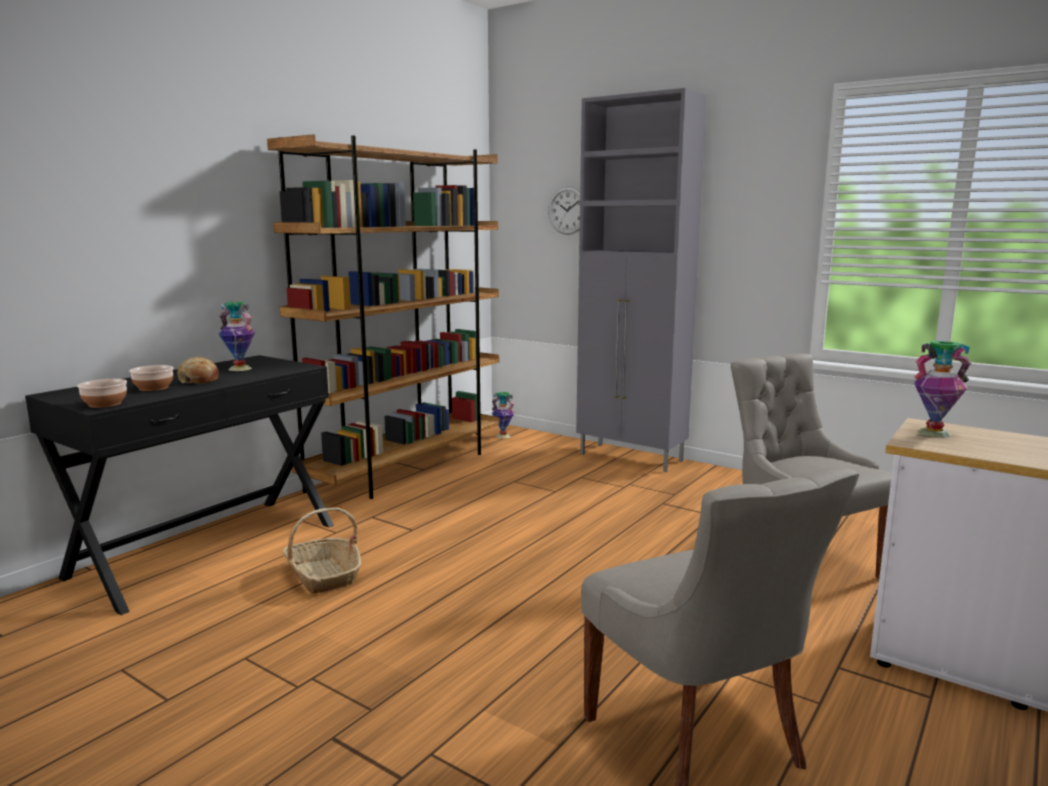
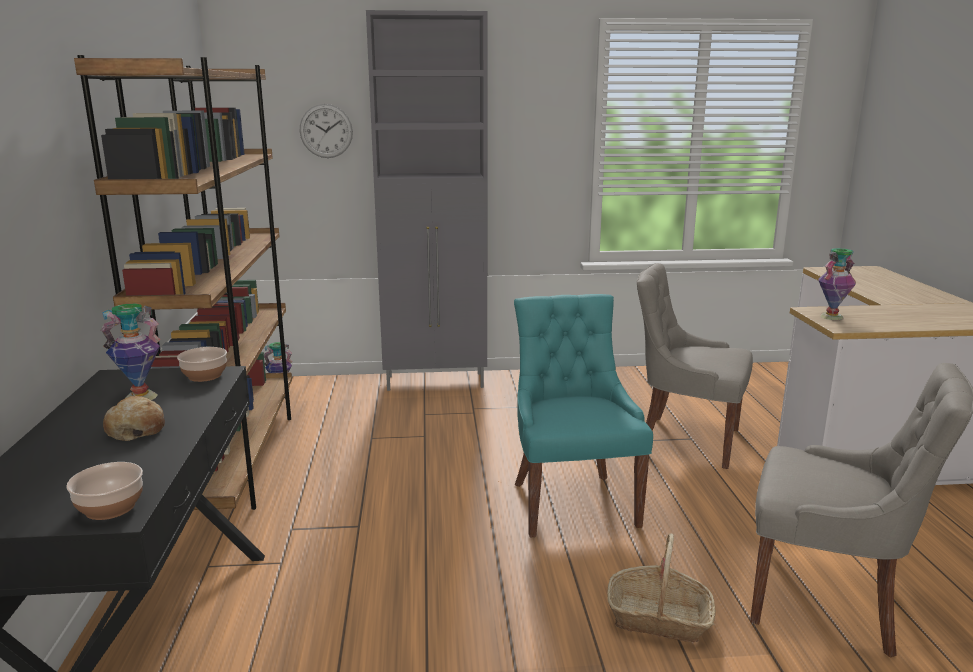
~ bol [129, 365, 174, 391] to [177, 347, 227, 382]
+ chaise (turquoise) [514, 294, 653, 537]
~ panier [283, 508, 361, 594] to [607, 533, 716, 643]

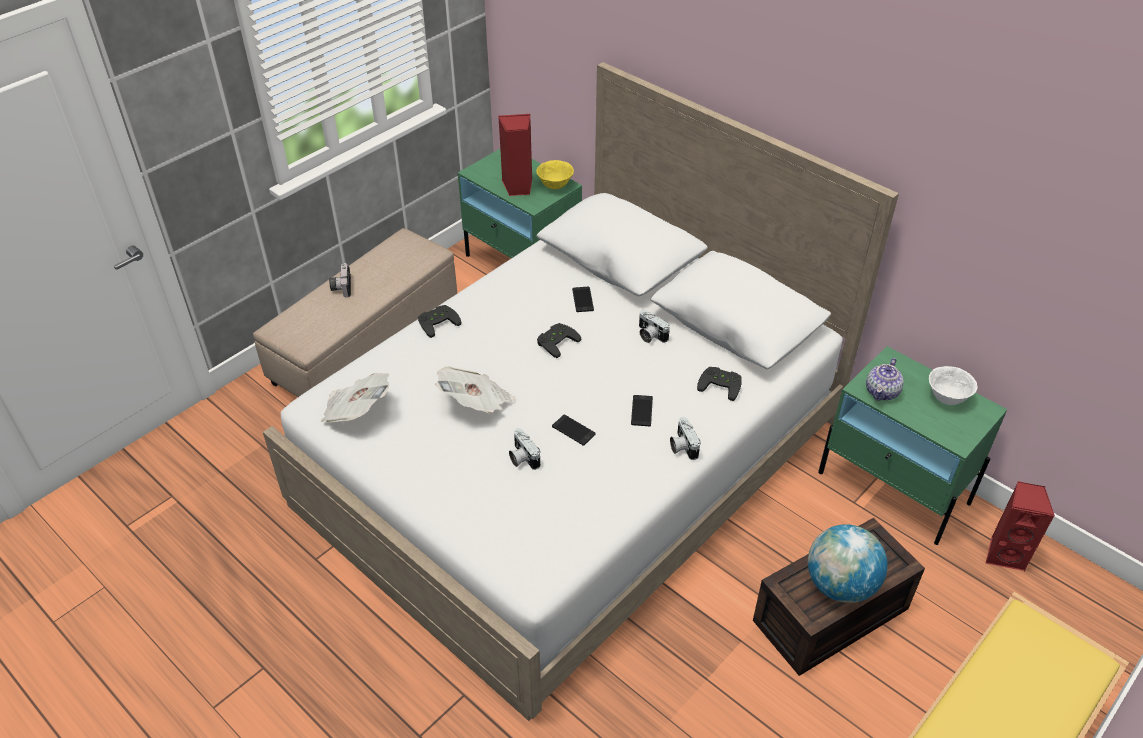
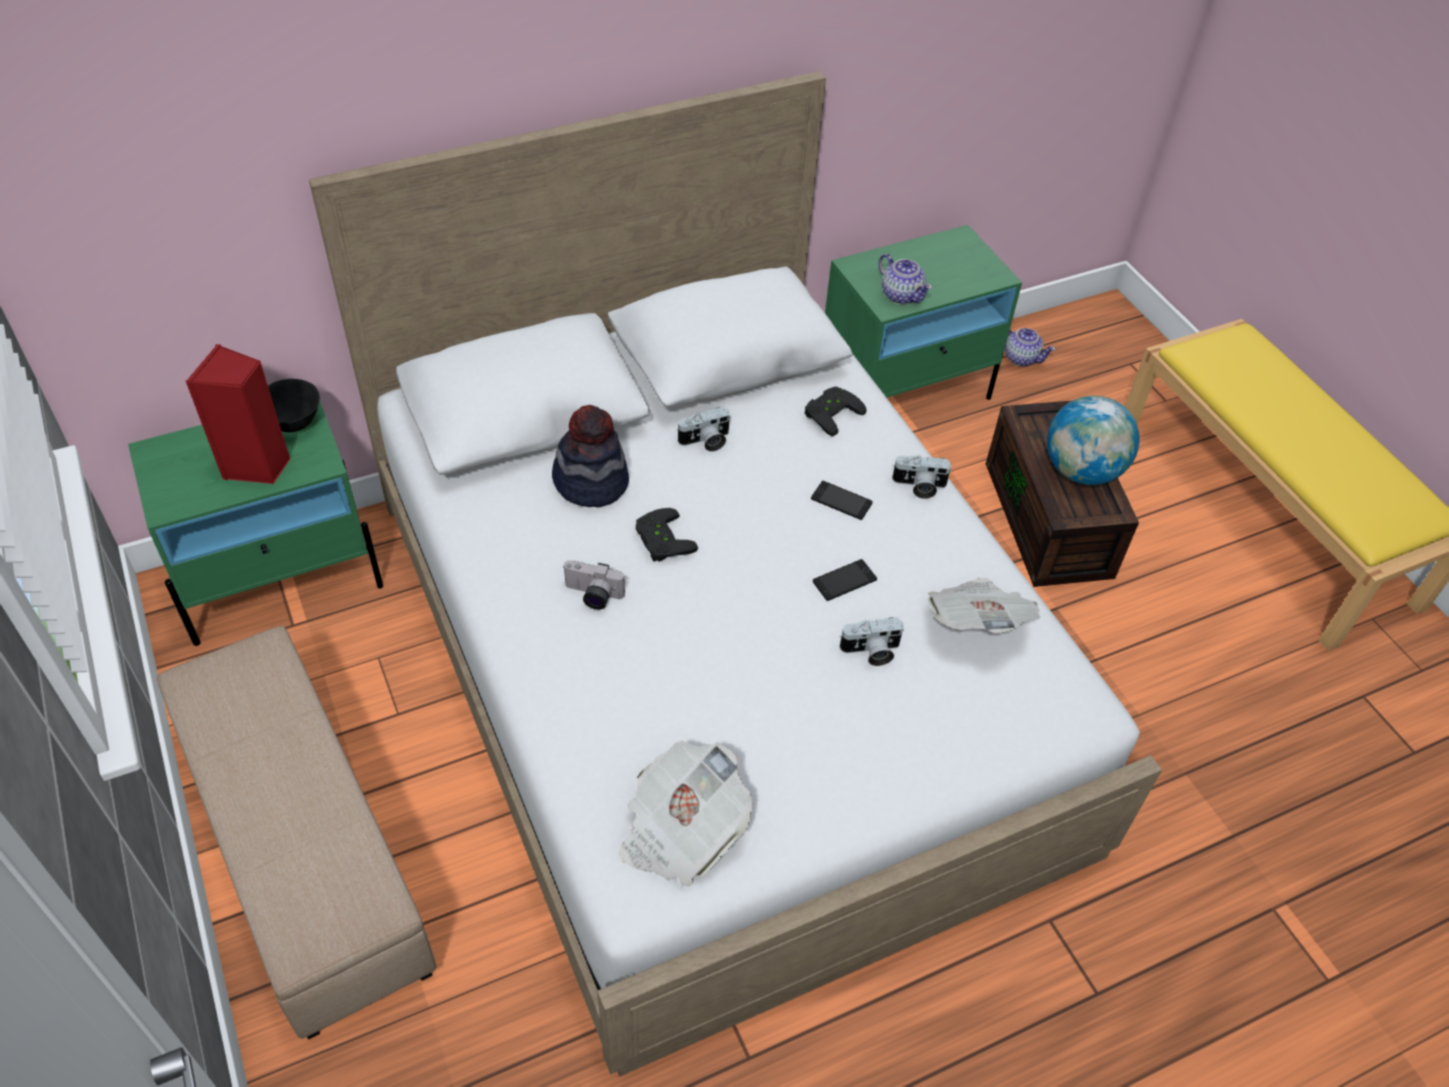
~ bol (jaune) [536, 160, 574, 189] to bol (noir) [268, 379, 320, 432]
~ téléphone [572, 287, 594, 312] to chapeau [552, 405, 629, 508]
~ appareil photo [329, 263, 351, 297] to [562, 560, 625, 610]
~ journal [435, 366, 515, 413] to [928, 578, 1041, 634]
~ enceinte (rouge) [986, 481, 1055, 571] to théière [1005, 328, 1056, 366]
- manette (noir) [418, 305, 462, 338]
- bol (blanc) [929, 366, 978, 405]

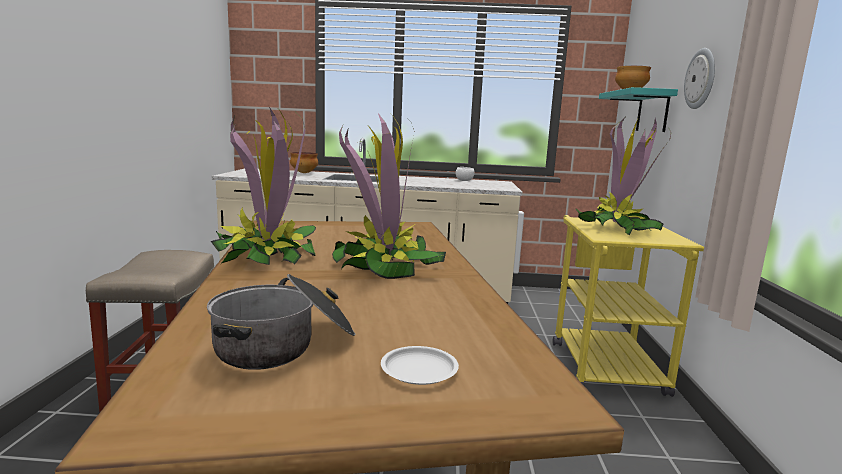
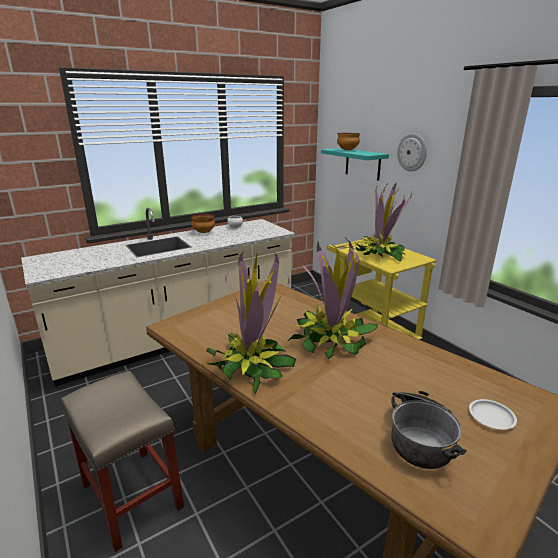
~ bol [290, 152, 318, 173] to [191, 214, 215, 233]

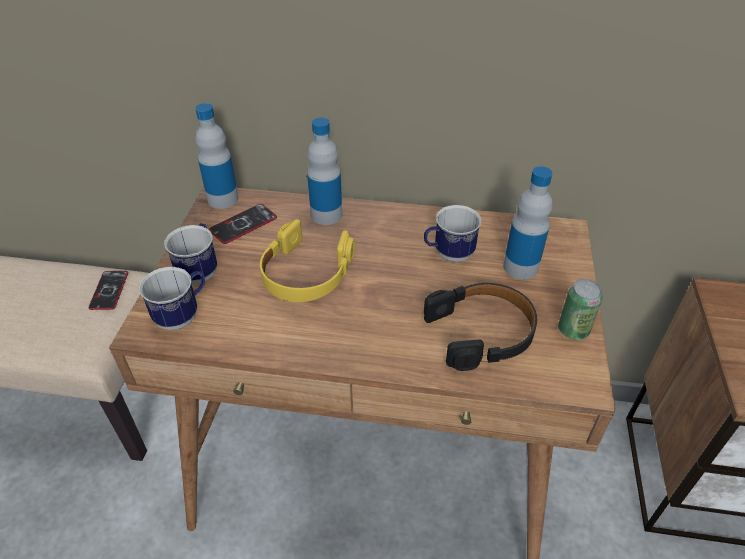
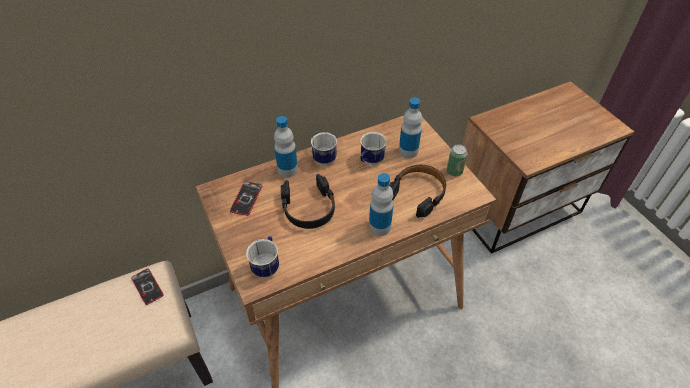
~ casque audio (jaune) [260, 219, 355, 302] to casque audio (noir) [281, 174, 335, 229]
~ mug [164, 223, 217, 284] to [311, 132, 337, 166]
~ bouteille [195, 103, 239, 209] to [369, 173, 393, 236]

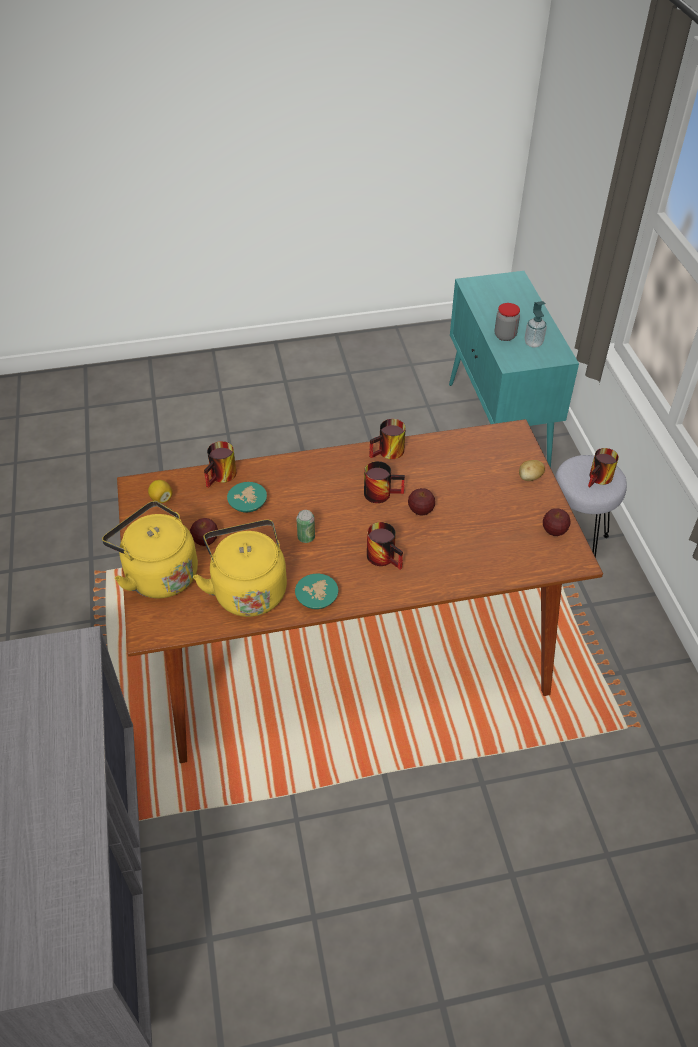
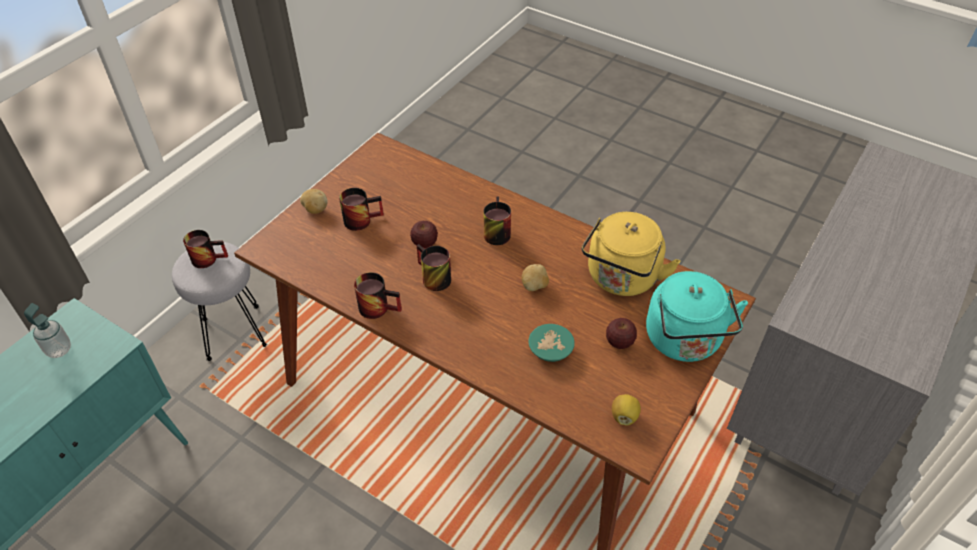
~ mug [204, 441, 236, 488] to [339, 188, 384, 231]
~ boîte métallique [296, 510, 315, 543] to pomme de terre [522, 264, 549, 291]
~ bouilloire (jaune) [102, 501, 198, 598] to bouilloire (turquoise) [646, 271, 748, 362]
- bol (turquoise) [295, 574, 338, 609]
- bocal [495, 303, 520, 341]
- pomme [543, 508, 571, 536]

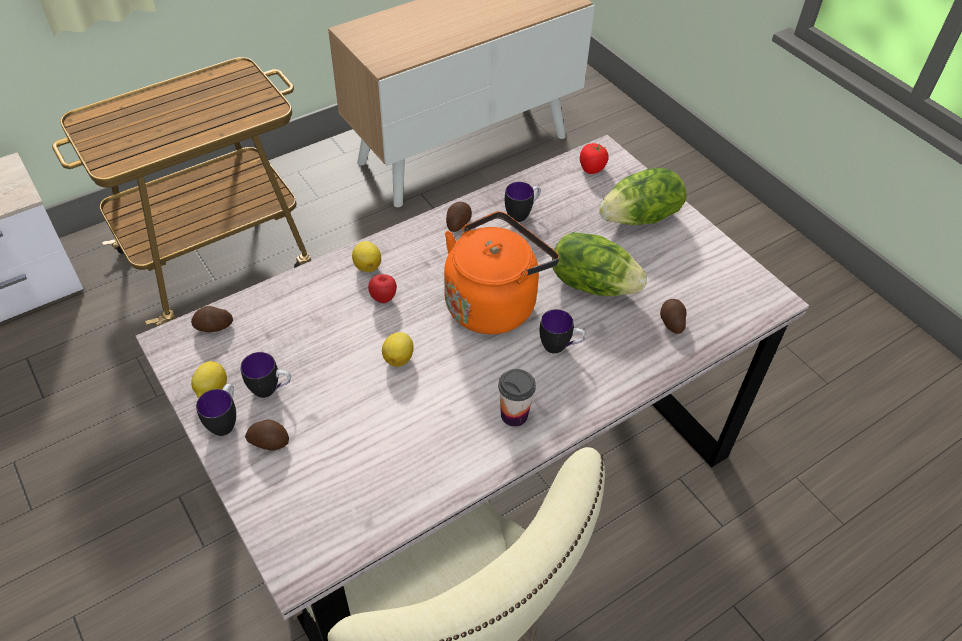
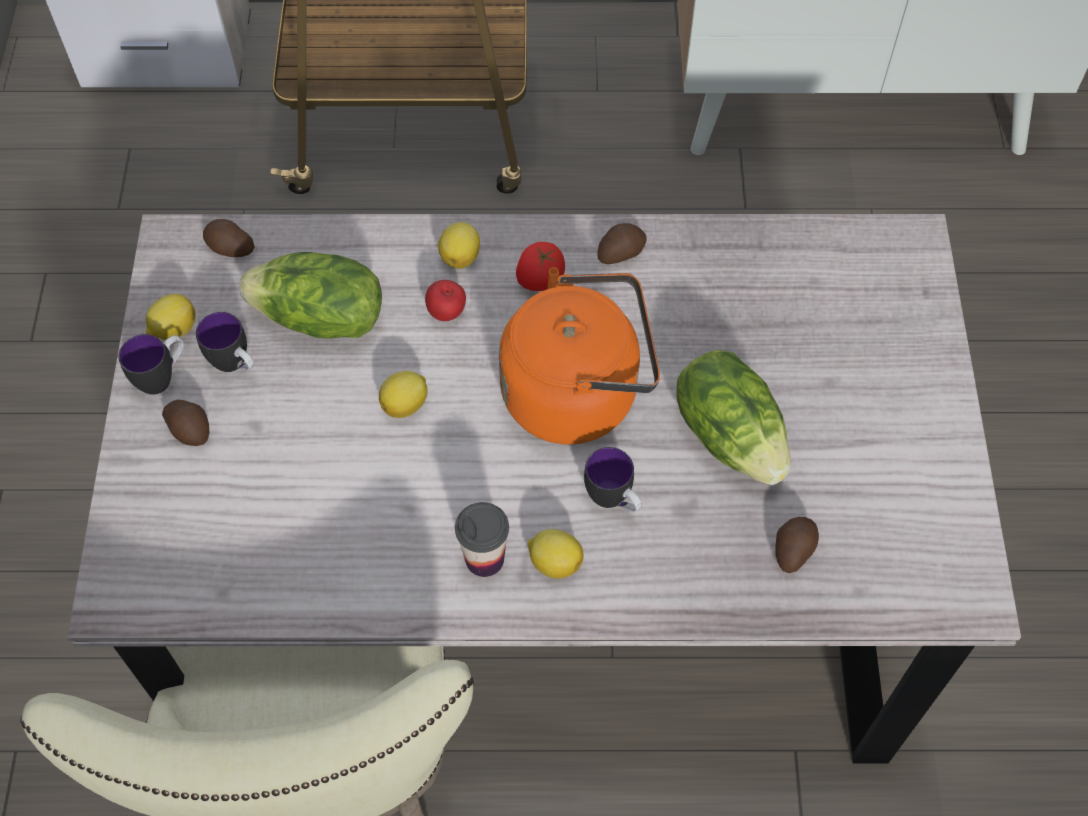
~ laitue [599, 168, 686, 225] to [239, 252, 382, 338]
~ tomate [580, 143, 609, 174] to [516, 242, 565, 291]
+ citron [528, 529, 583, 579]
- mug [505, 182, 541, 222]

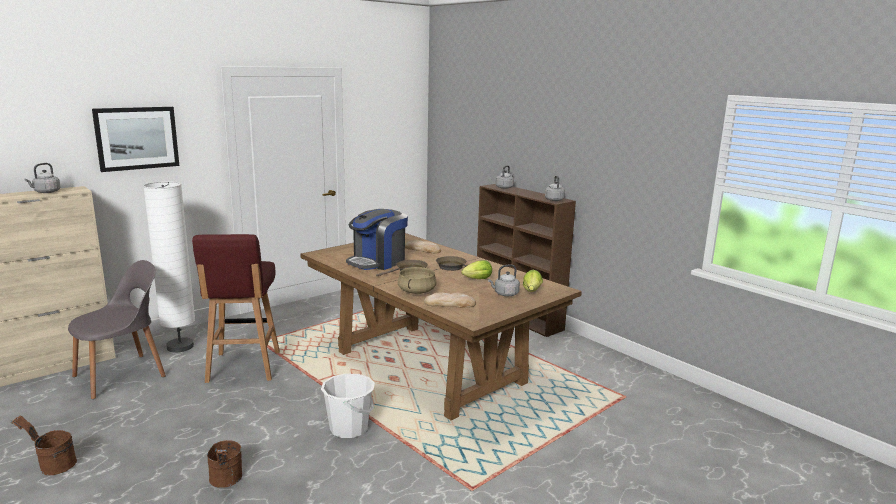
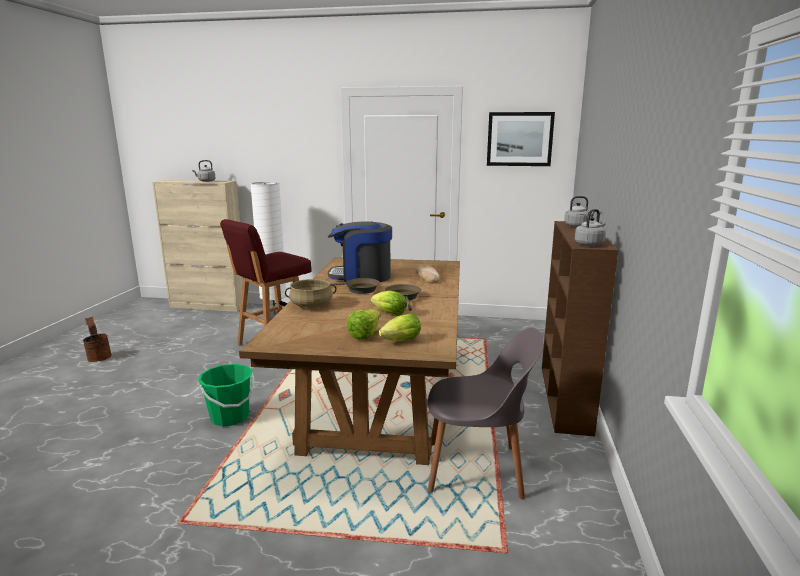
~ seau (blanc) [321, 374, 375, 438] to seau (vert) [198, 364, 254, 426]
~ bouilloire (gris) [488, 265, 520, 296] to laitue [347, 309, 380, 340]
~ chaise (gris) [68, 260, 166, 399] to [428, 328, 544, 499]
~ tableau [92, 107, 179, 172] to [487, 112, 555, 166]
- seau (marron) [207, 440, 242, 488]
- pain [424, 293, 476, 308]

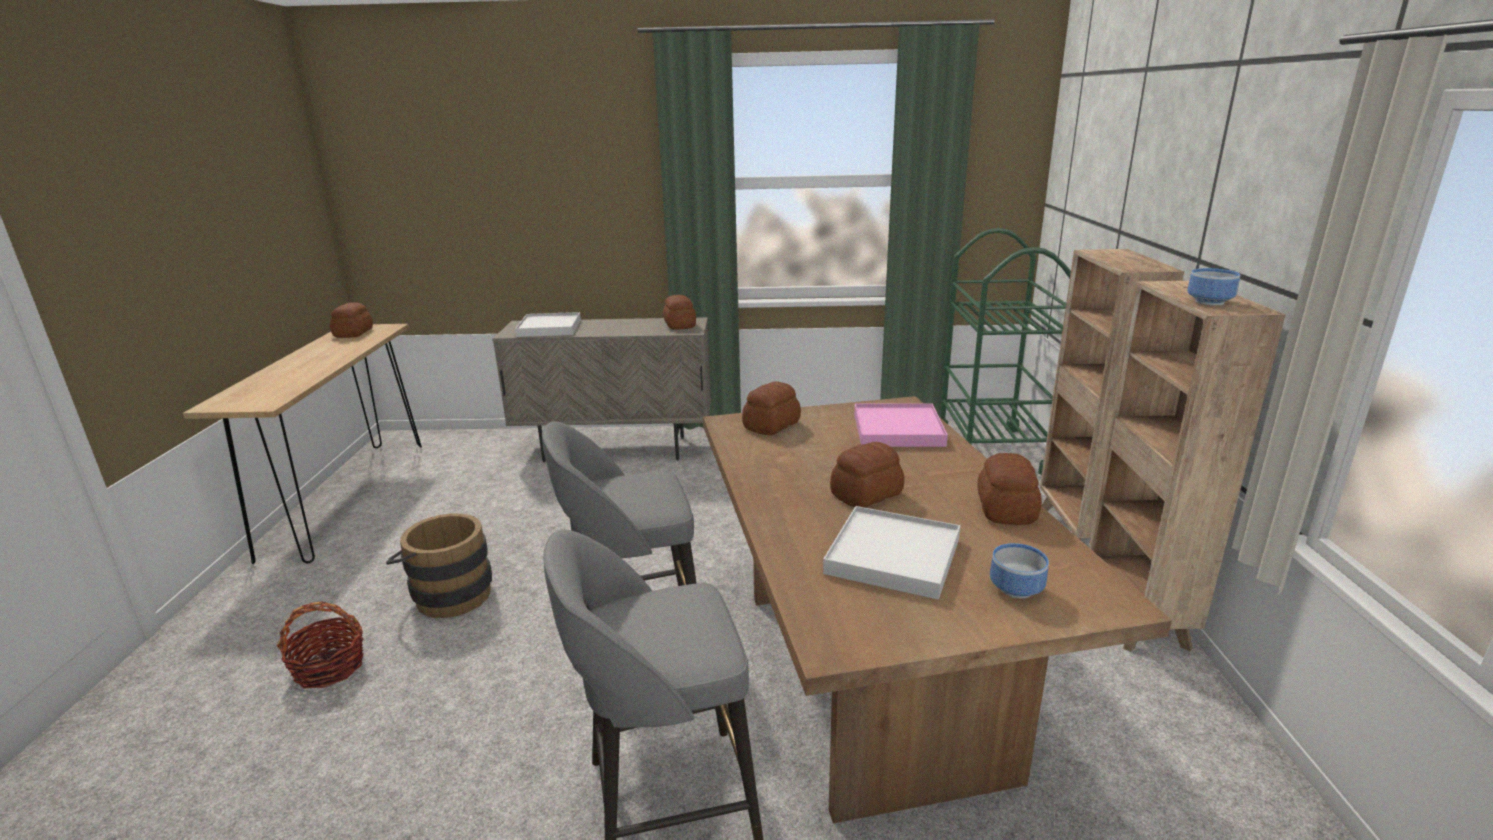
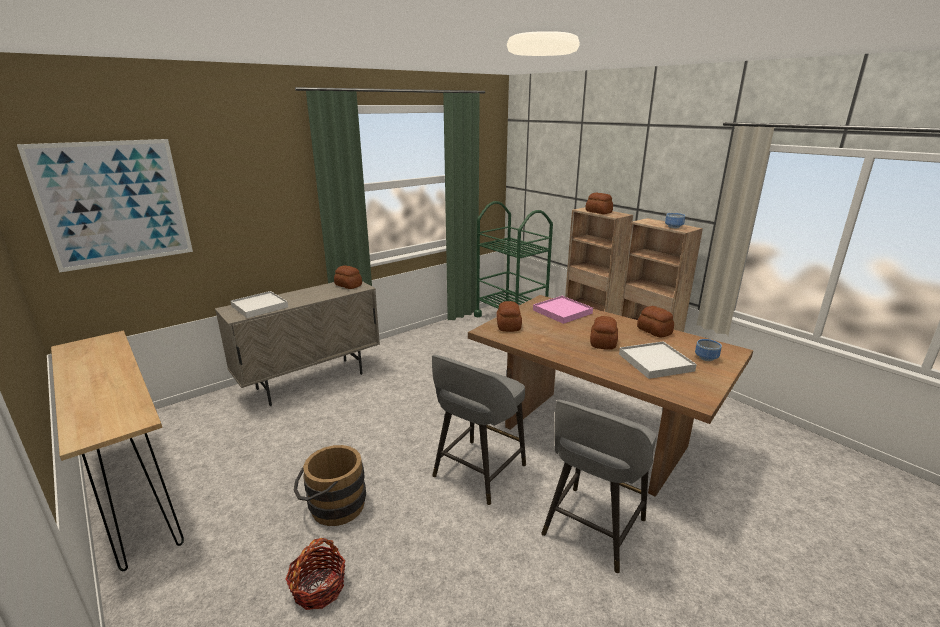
+ tableau [17, 139, 193, 273]
~ pain [330, 302, 373, 338] to [585, 192, 613, 214]

